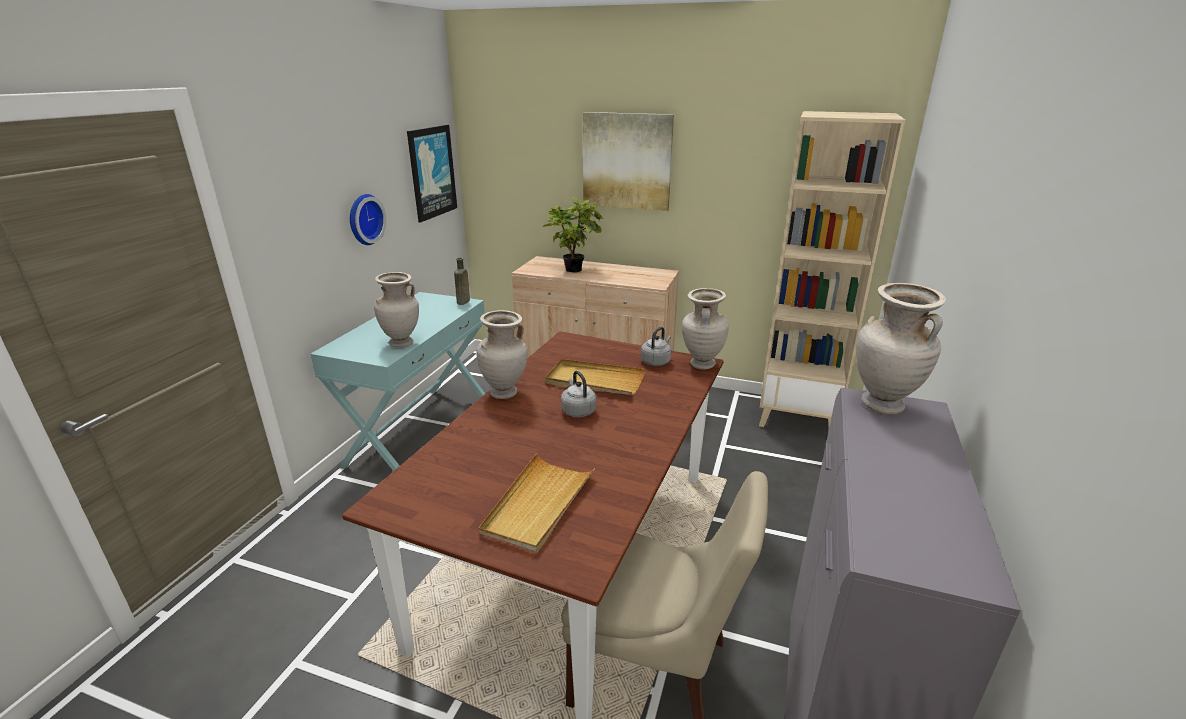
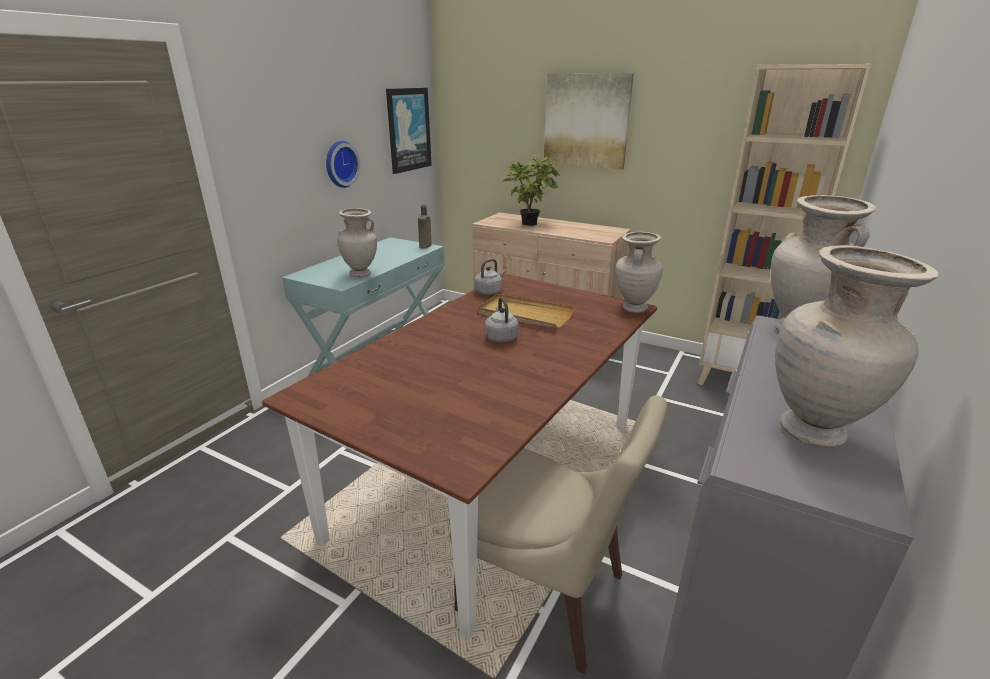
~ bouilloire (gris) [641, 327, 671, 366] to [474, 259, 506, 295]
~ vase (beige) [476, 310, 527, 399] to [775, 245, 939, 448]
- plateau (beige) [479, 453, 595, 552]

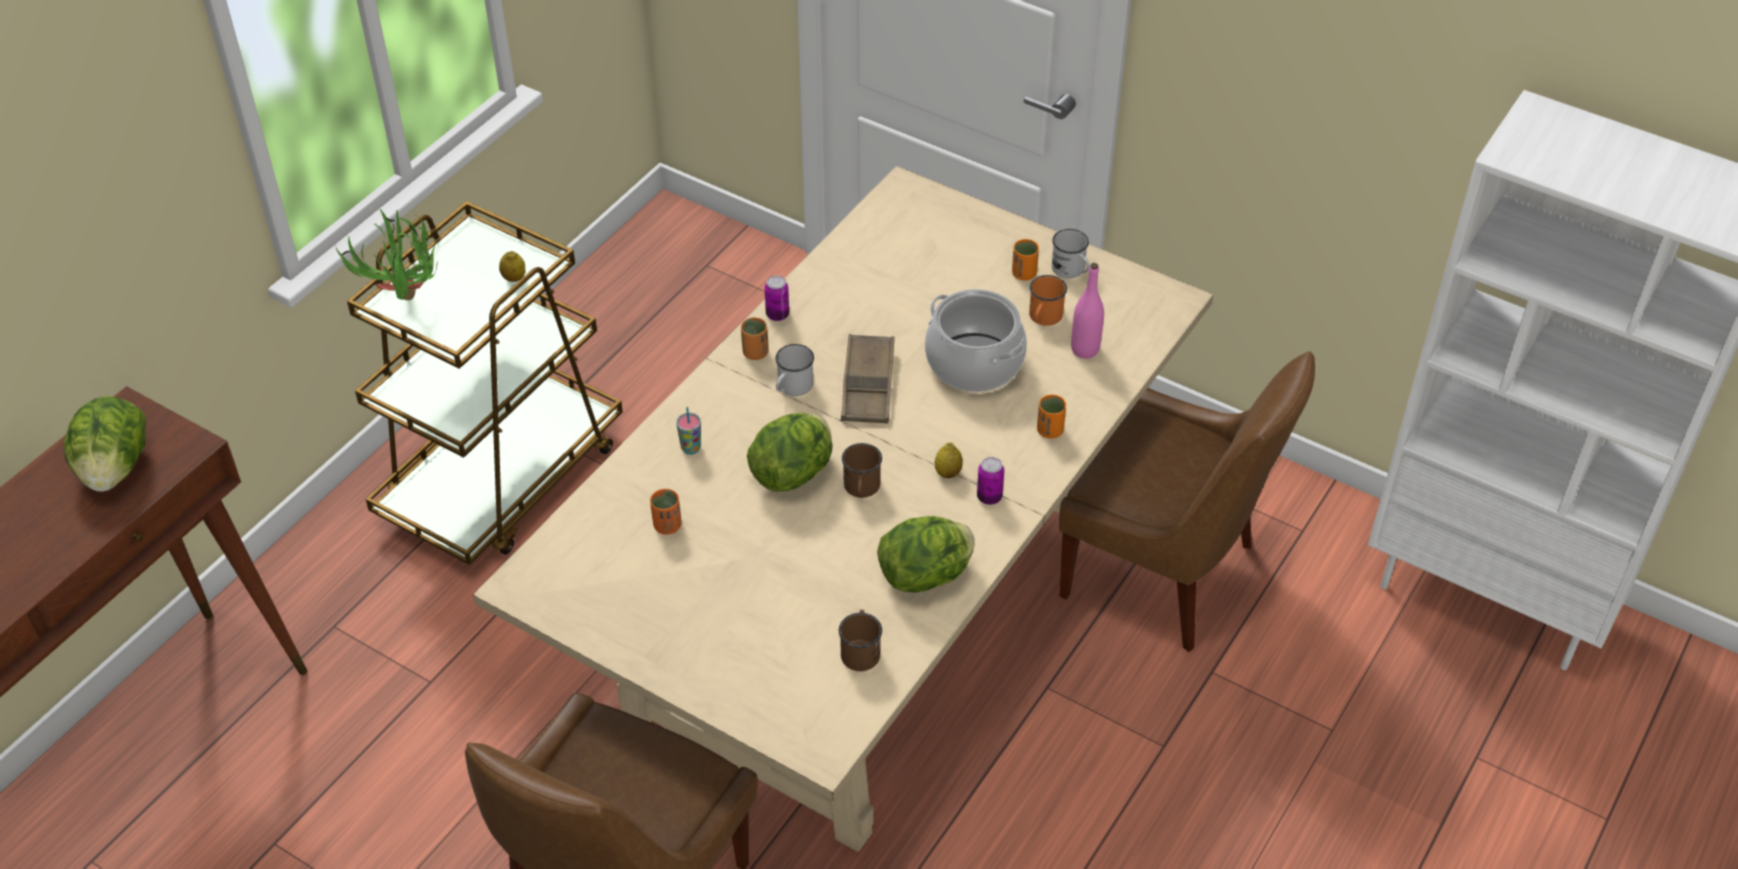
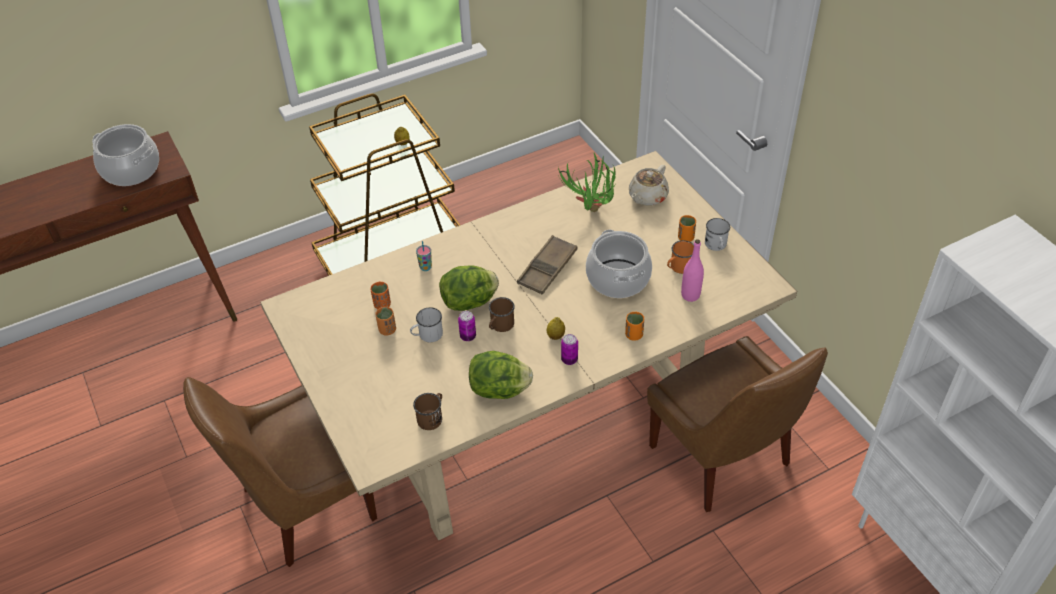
~ laitue [64, 396, 146, 492] to marmite [92, 124, 159, 186]
~ tasse (orange) [741, 317, 769, 360] to [375, 307, 396, 336]
~ mug (blanc) [775, 344, 814, 396] to [410, 307, 443, 342]
~ boîte métallique [764, 276, 789, 321] to [458, 311, 476, 341]
~ plante en pot [336, 209, 441, 300] to [558, 153, 616, 212]
+ théière (beige) [629, 165, 669, 206]

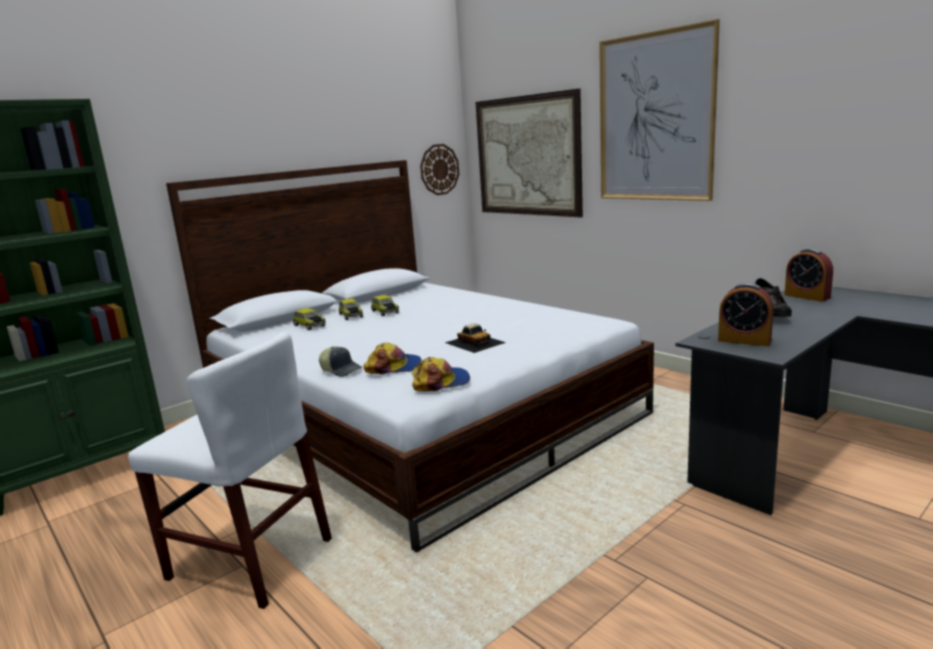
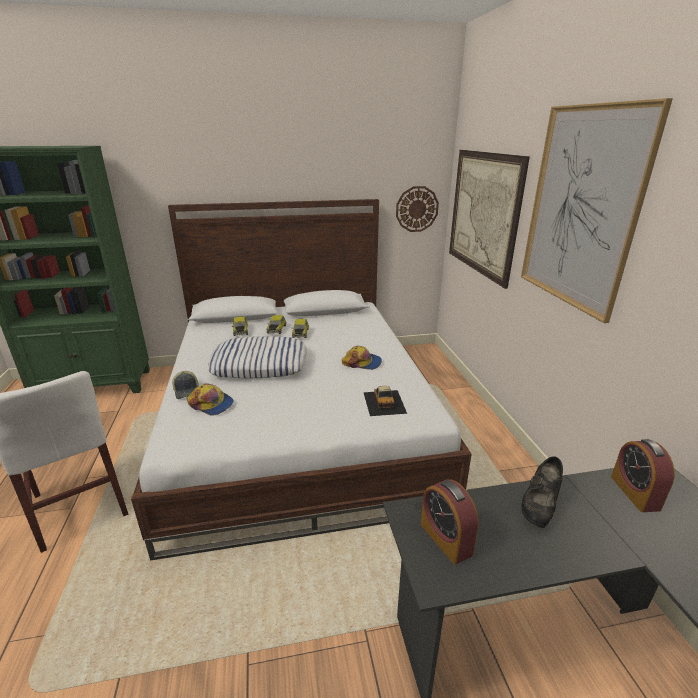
+ coussin [208, 336, 307, 379]
~ casquette [412, 357, 470, 391] to [342, 346, 382, 370]
~ petite voiture [445, 324, 506, 353] to [363, 386, 407, 416]

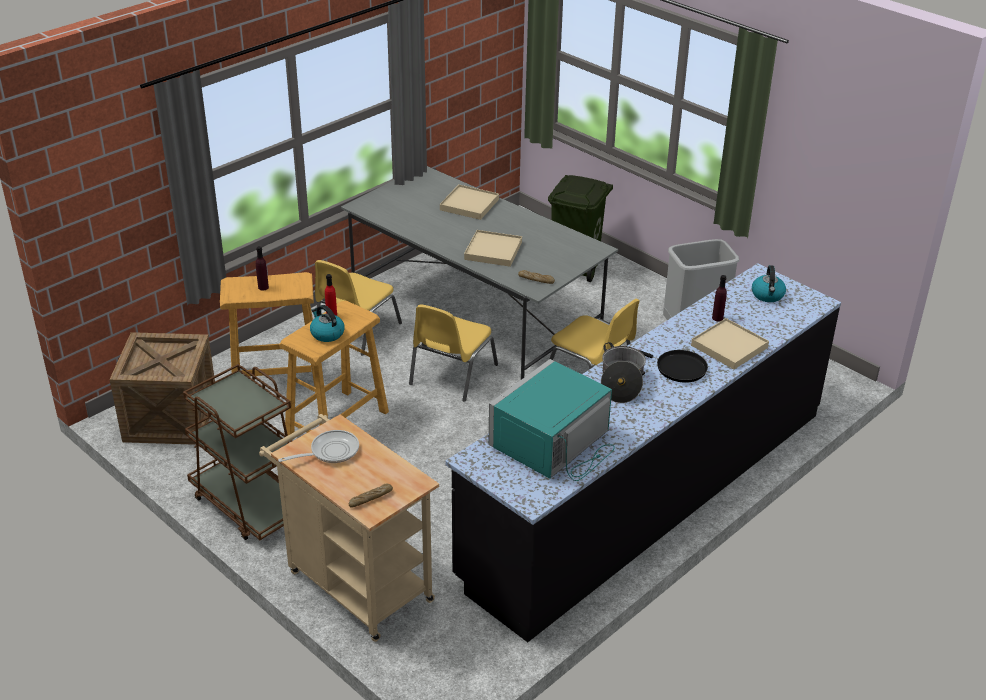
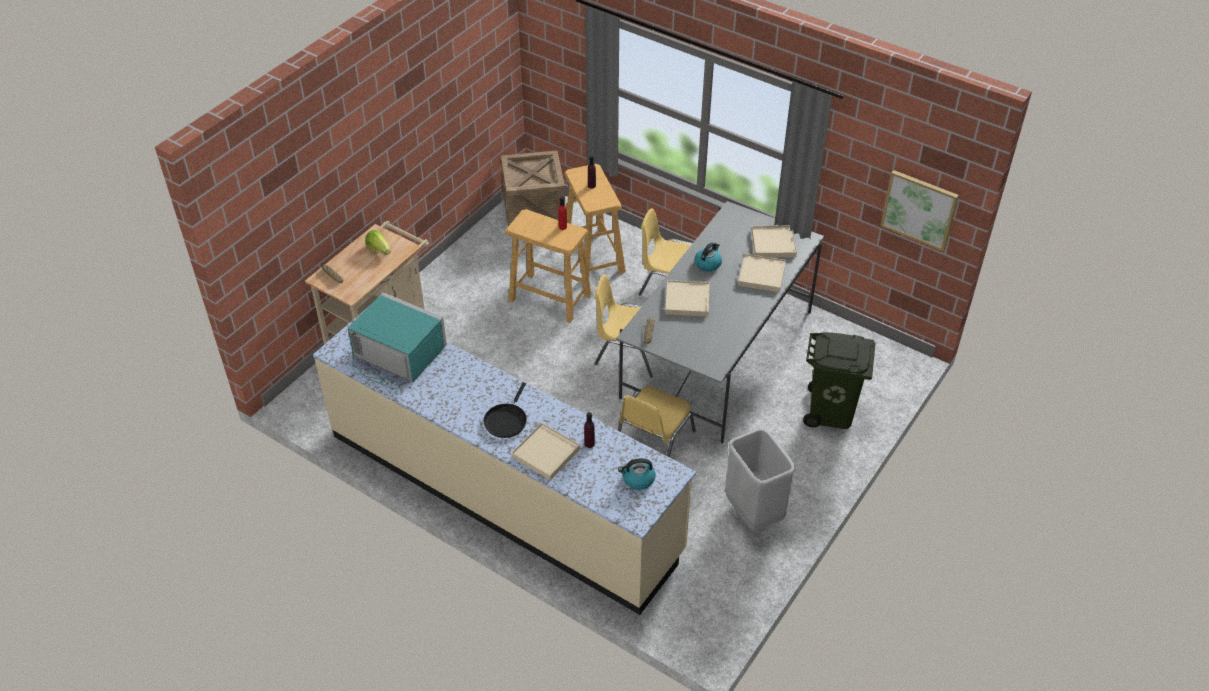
~ comptoir de cuisine (noir) [445, 263, 841, 642] to comptoir de cuisine (beige) [313, 307, 696, 615]
~ poêle [278, 430, 359, 463] to laitue [365, 230, 391, 255]
~ bouilloire [310, 305, 345, 342] to [695, 242, 722, 272]
+ plateau (beige) [751, 226, 797, 257]
+ tableau [880, 170, 959, 251]
- chariot (marron) [183, 364, 293, 540]
- marmite [601, 342, 646, 403]

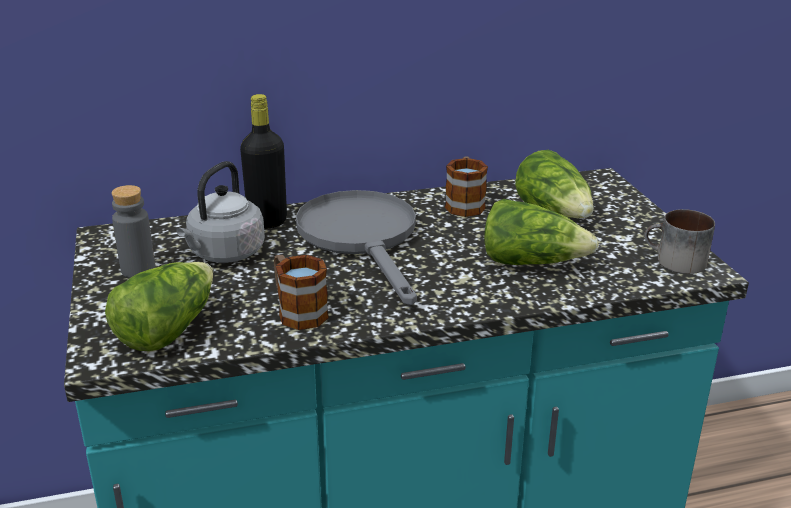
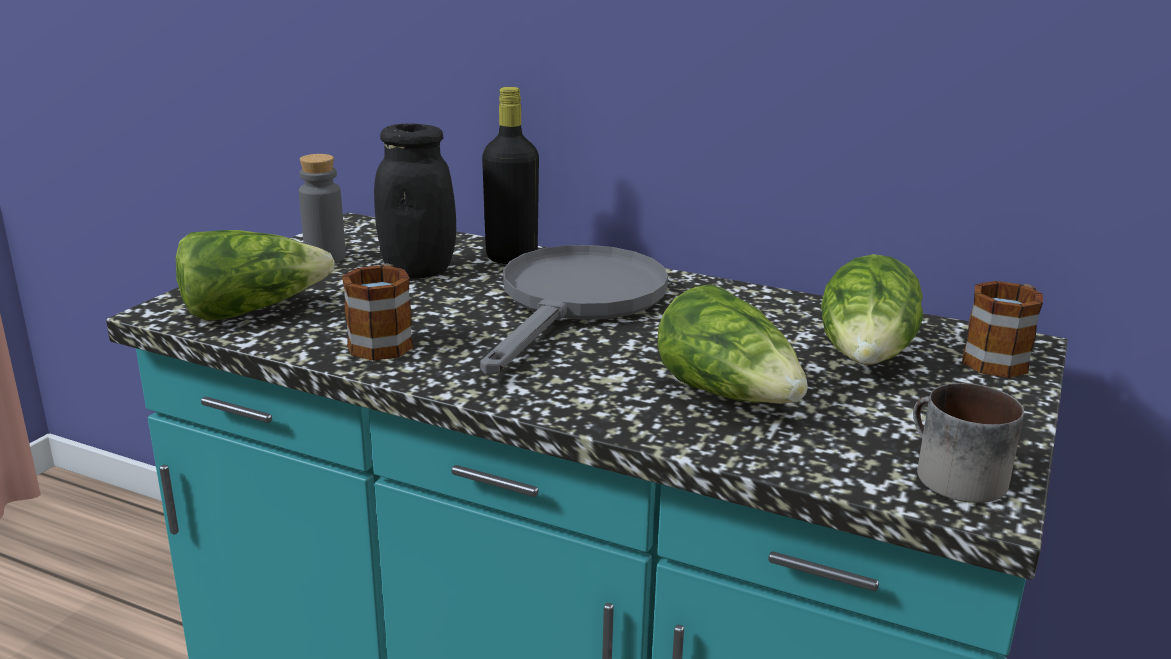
~ bouilloire (gris) [176, 161, 265, 263] to bocal (noir) [374, 123, 456, 278]
~ mug [445, 156, 488, 217] to [962, 281, 1043, 378]

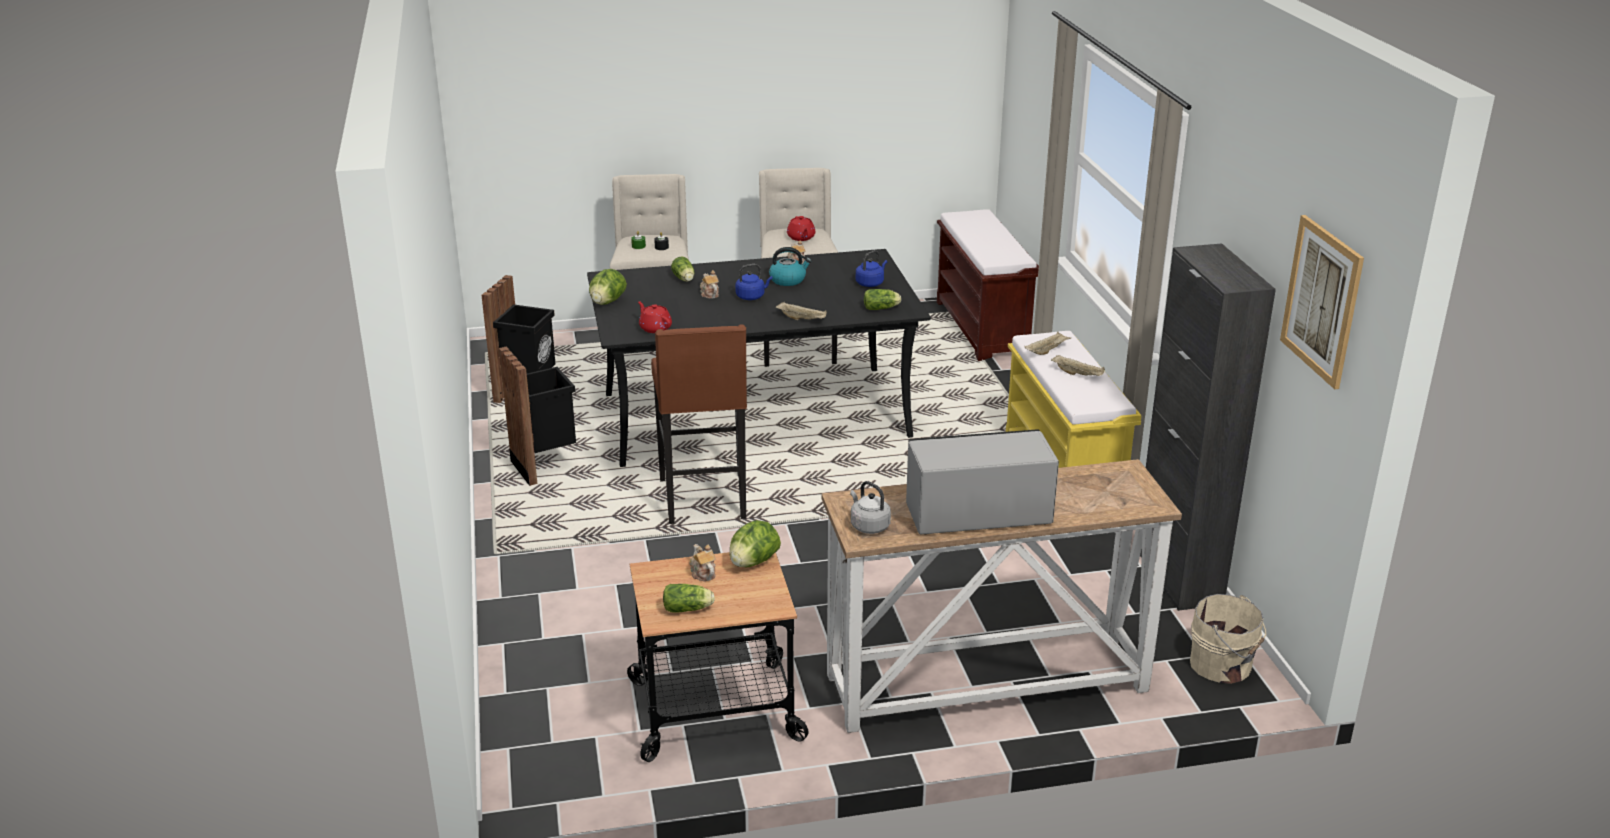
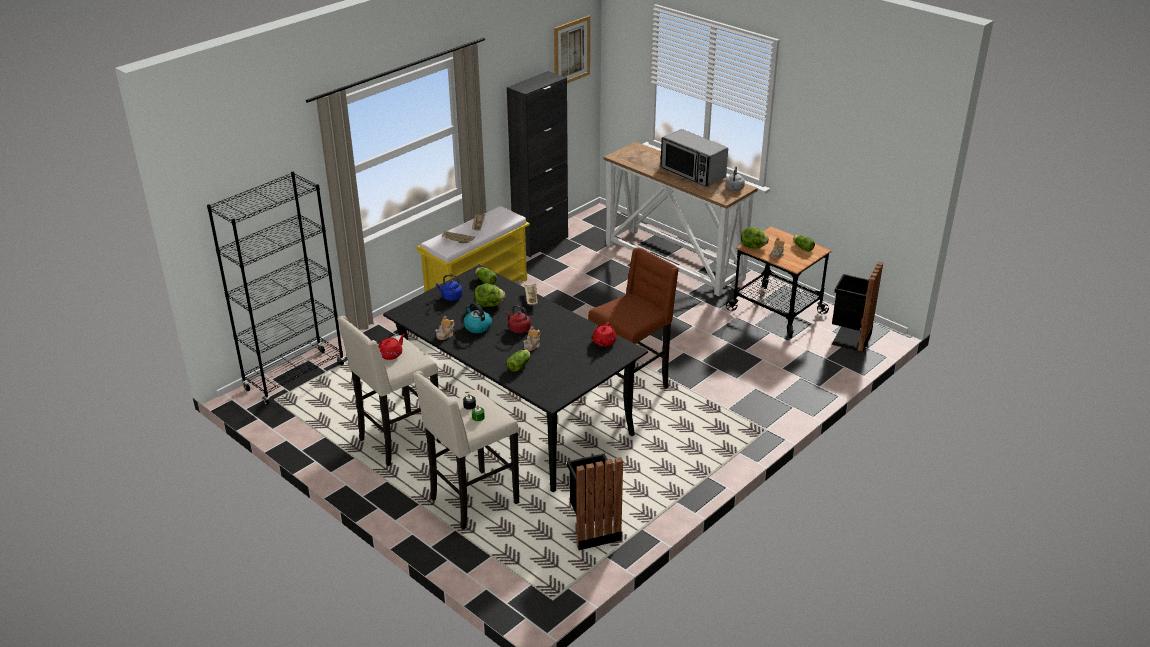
~ banc (marron) [937, 209, 1039, 361] to bibliothèque (noir) [207, 172, 345, 405]
~ laitue [589, 269, 627, 305] to [474, 283, 505, 307]
~ bouilloire (bleu) [735, 264, 773, 300] to bouilloire (rouge) [506, 305, 531, 333]
~ poubelle (noir) [499, 346, 576, 486] to [832, 262, 883, 352]
- seau (beige) [1190, 594, 1266, 684]

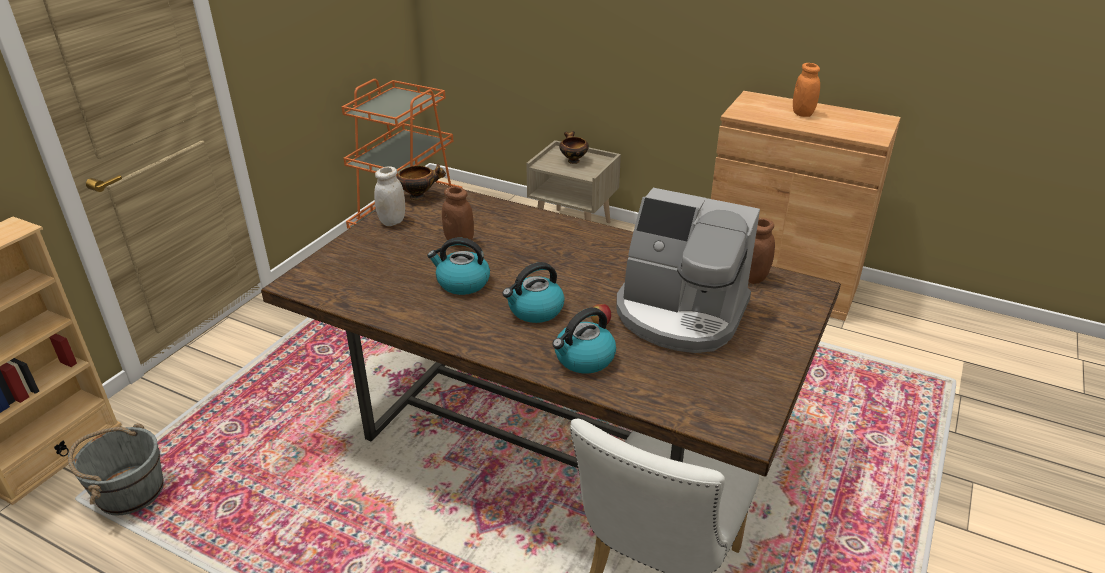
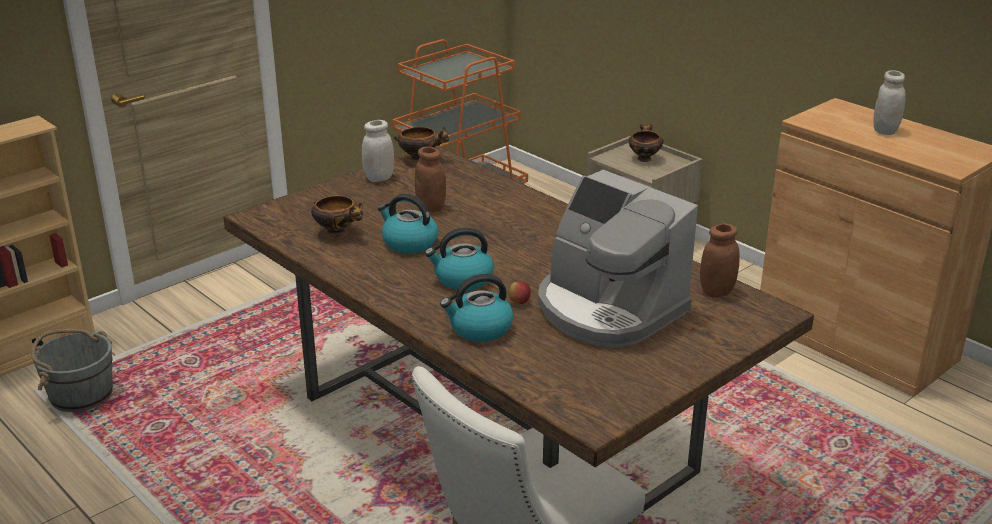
+ bol [311, 196, 363, 237]
~ bocal (orange) [793, 63, 820, 117] to bocal (blanc) [873, 70, 906, 135]

